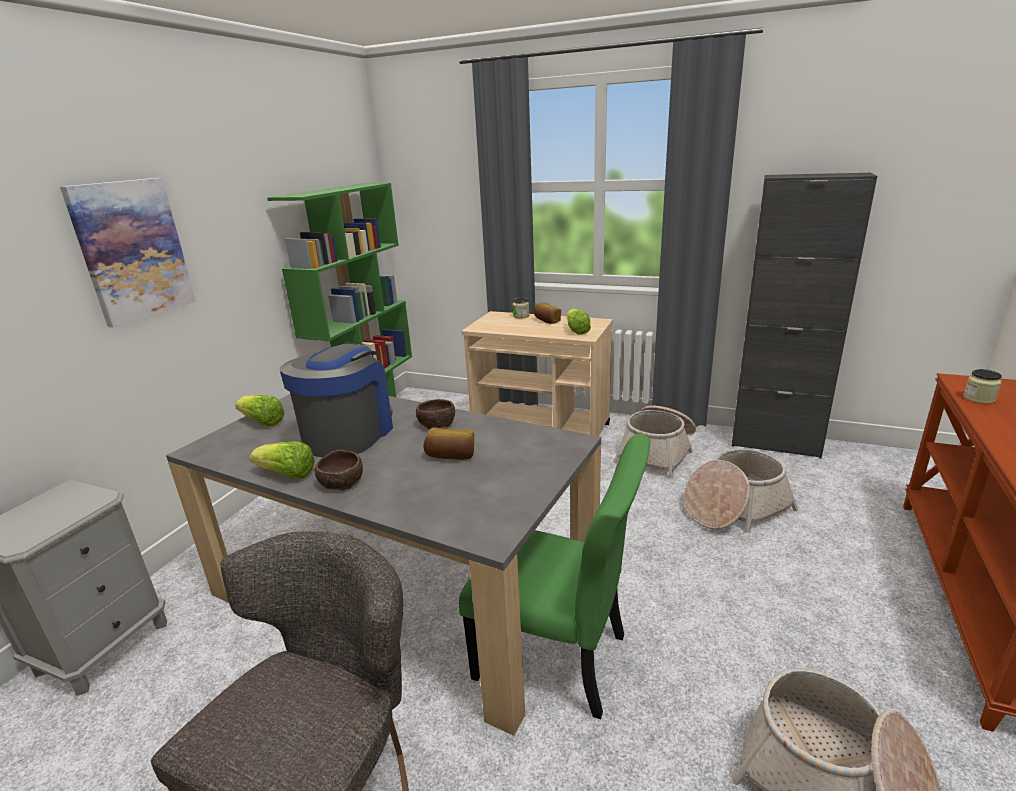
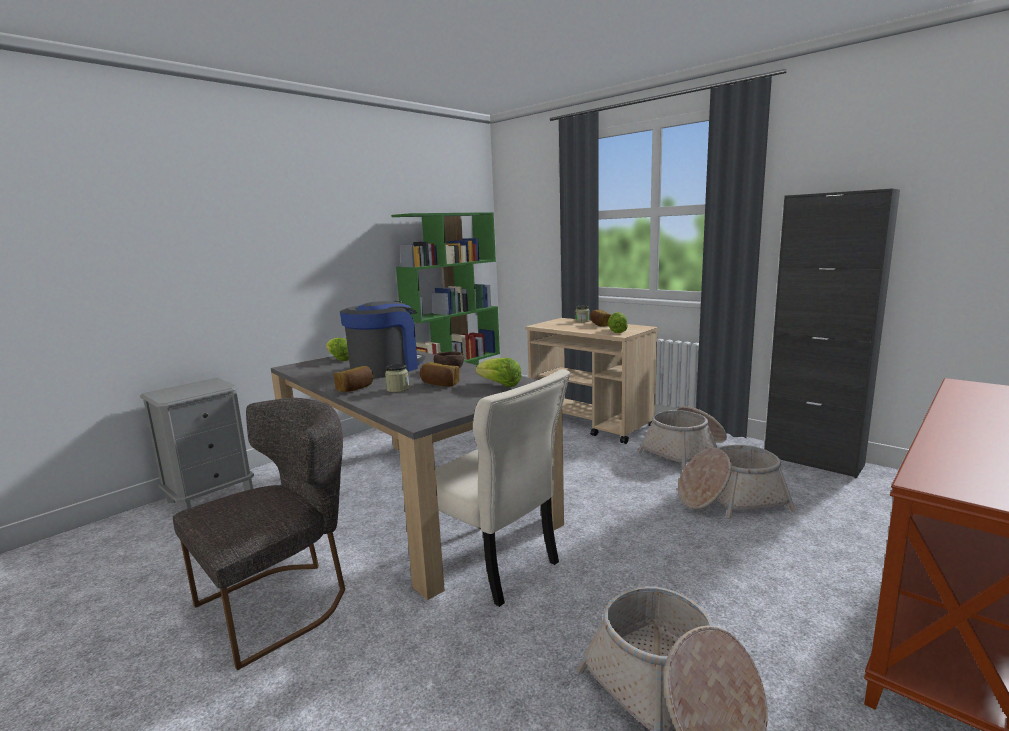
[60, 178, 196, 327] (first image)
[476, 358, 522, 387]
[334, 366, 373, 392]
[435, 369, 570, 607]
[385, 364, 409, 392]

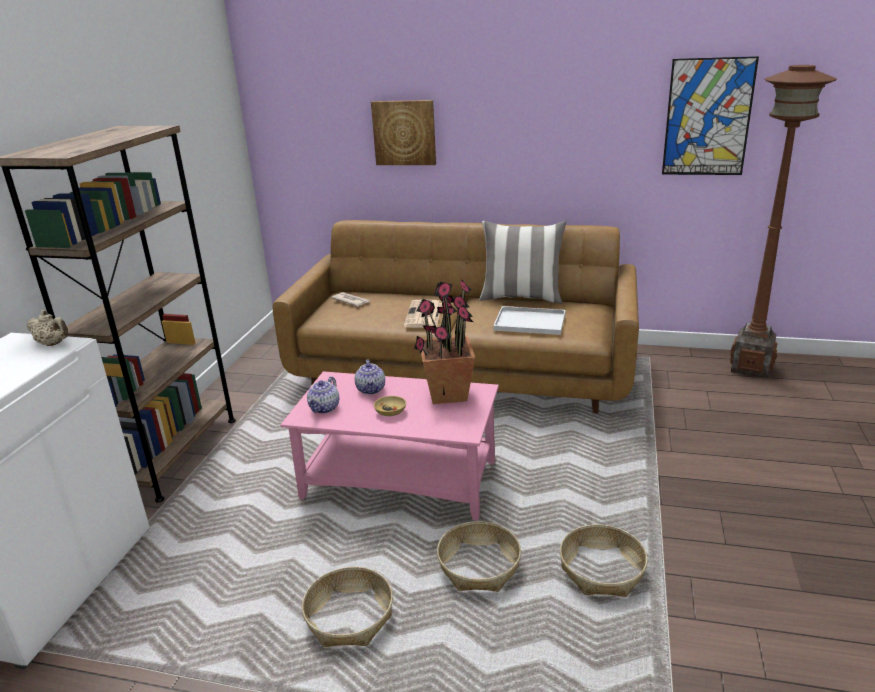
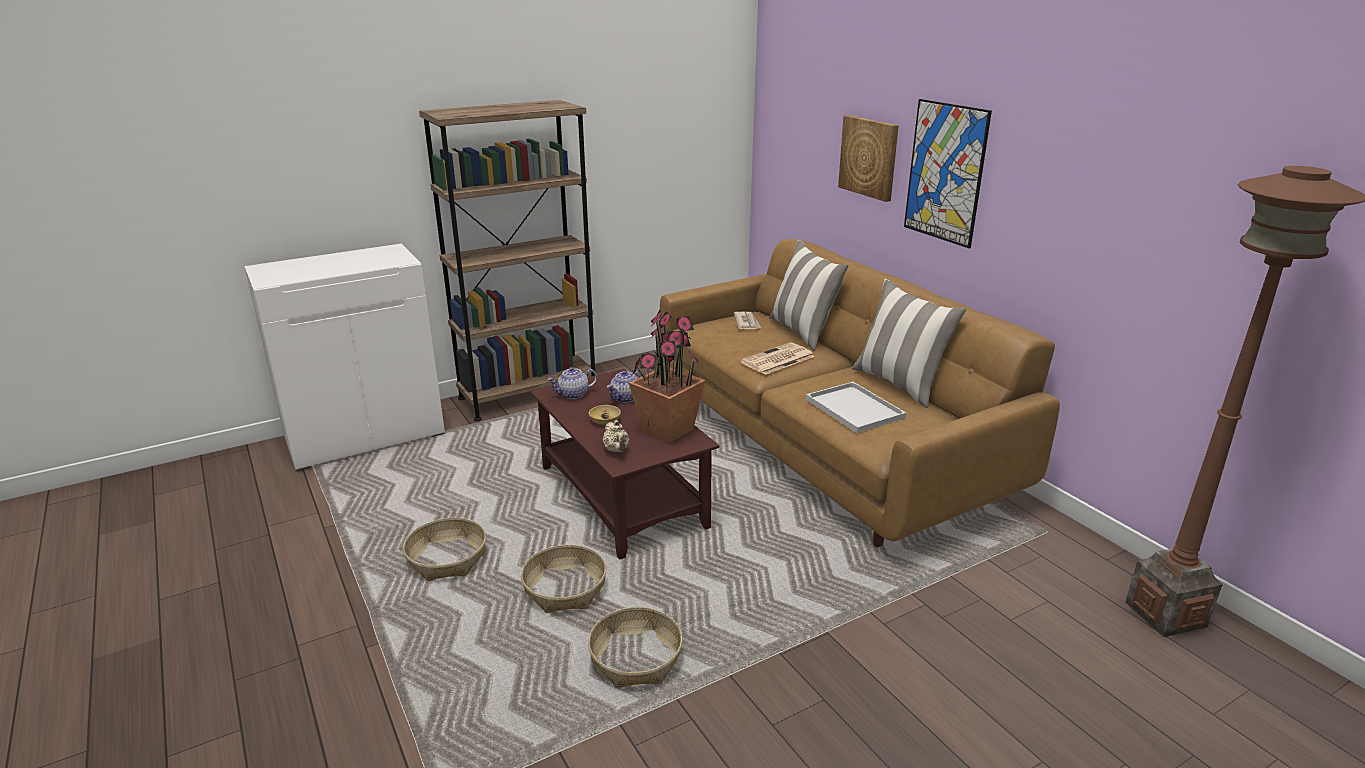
[603, 420, 629, 453]
[531, 369, 719, 560]
[904, 99, 992, 248]
[769, 240, 848, 351]

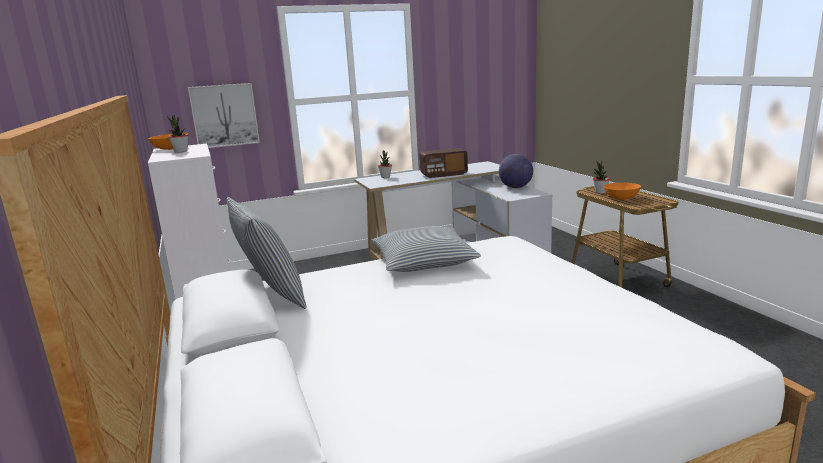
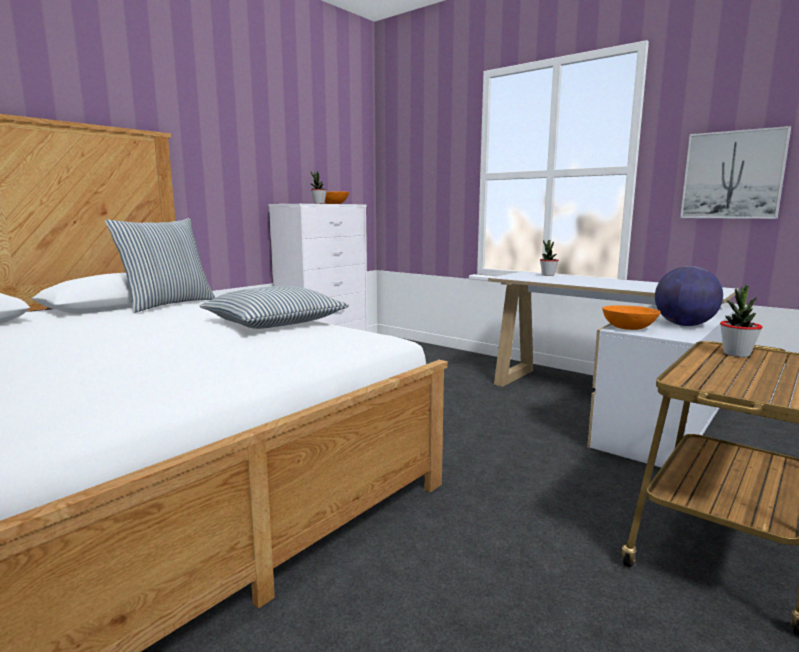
[680, 126, 791, 219]
[419, 148, 468, 178] (first image)
[602, 305, 661, 330]

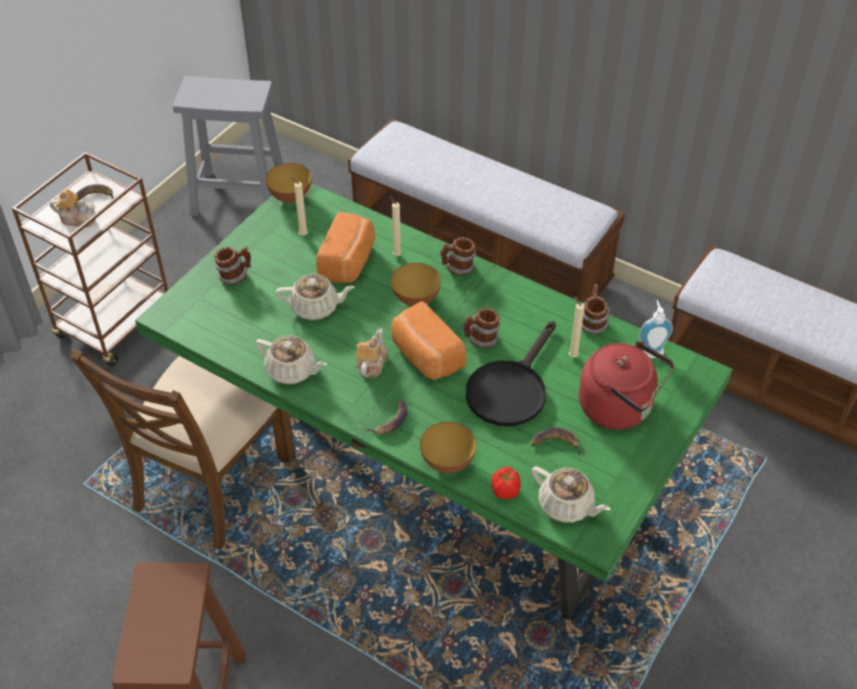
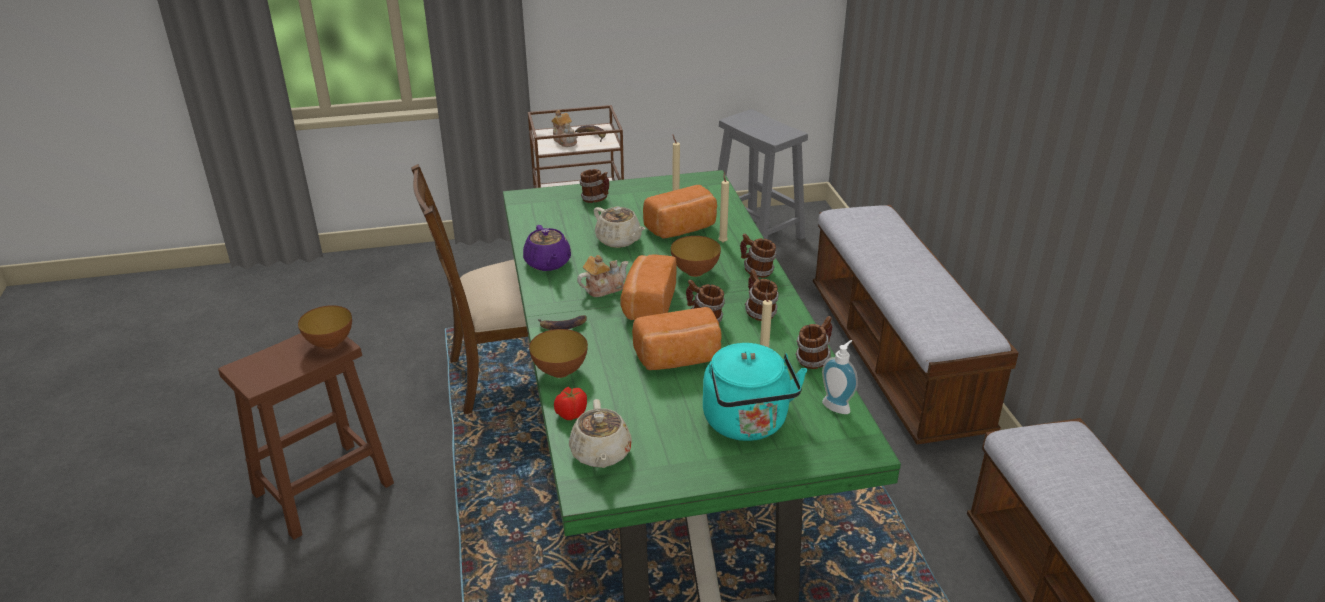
[523, 225, 571, 271]
[298, 305, 352, 349]
[632, 307, 722, 370]
[531, 428, 580, 456] (first image)
[703, 343, 807, 441]
[745, 269, 779, 321]

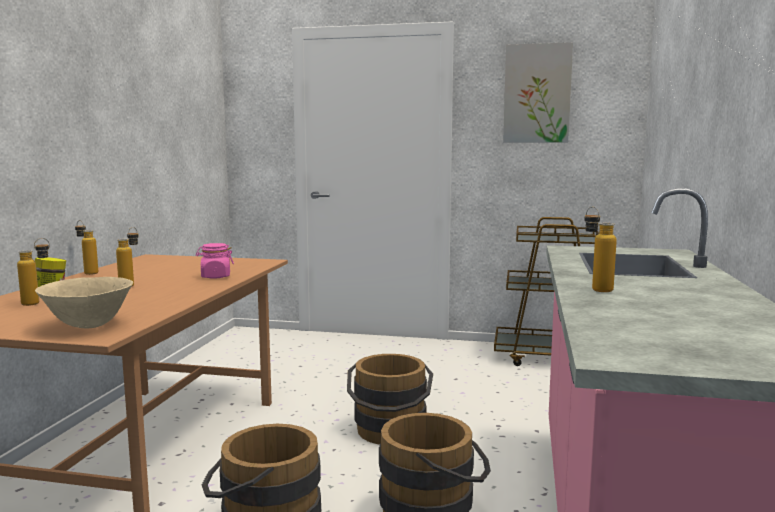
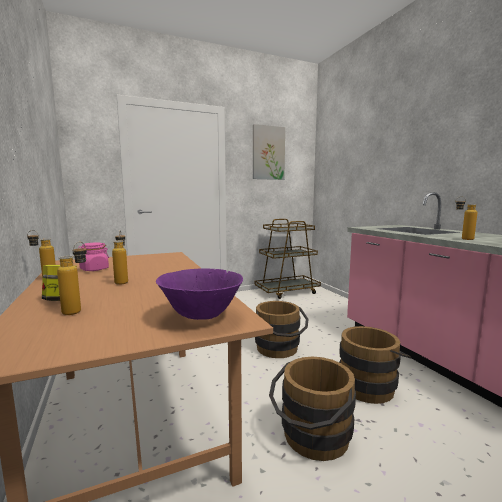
[156, 268, 243, 320]
[78, 243, 109, 271]

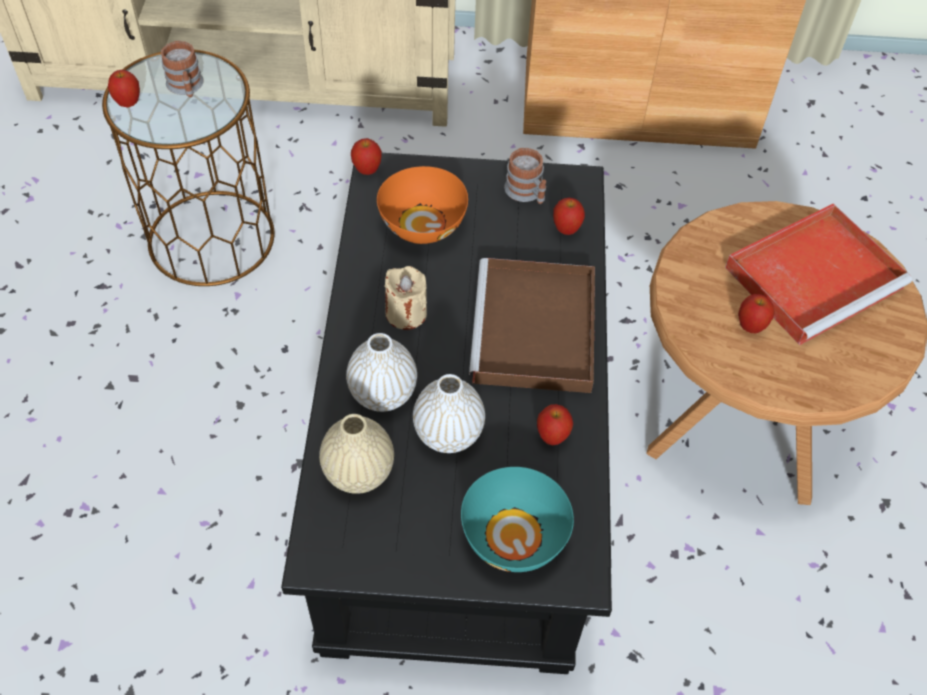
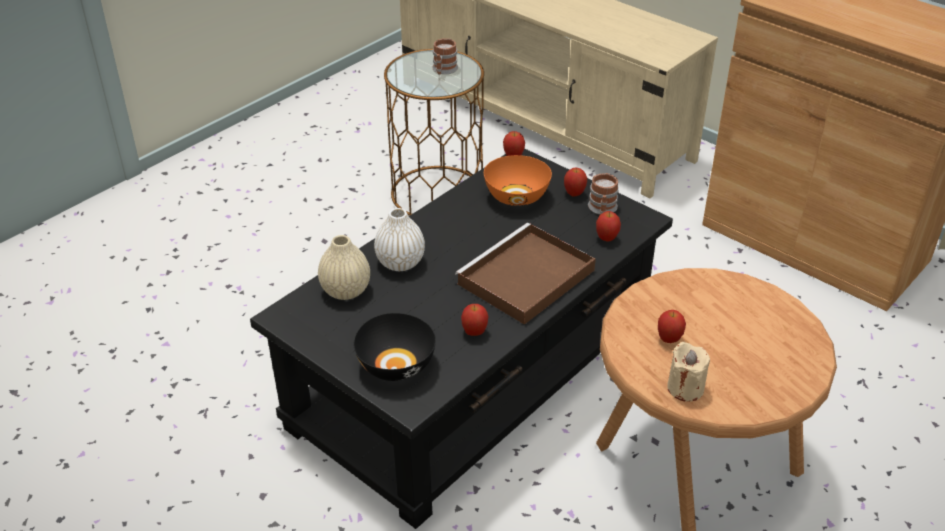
[564, 168, 587, 197]
[667, 342, 710, 402]
[413, 374, 485, 453] (first image)
[354, 313, 436, 381]
[725, 204, 912, 345] (first image)

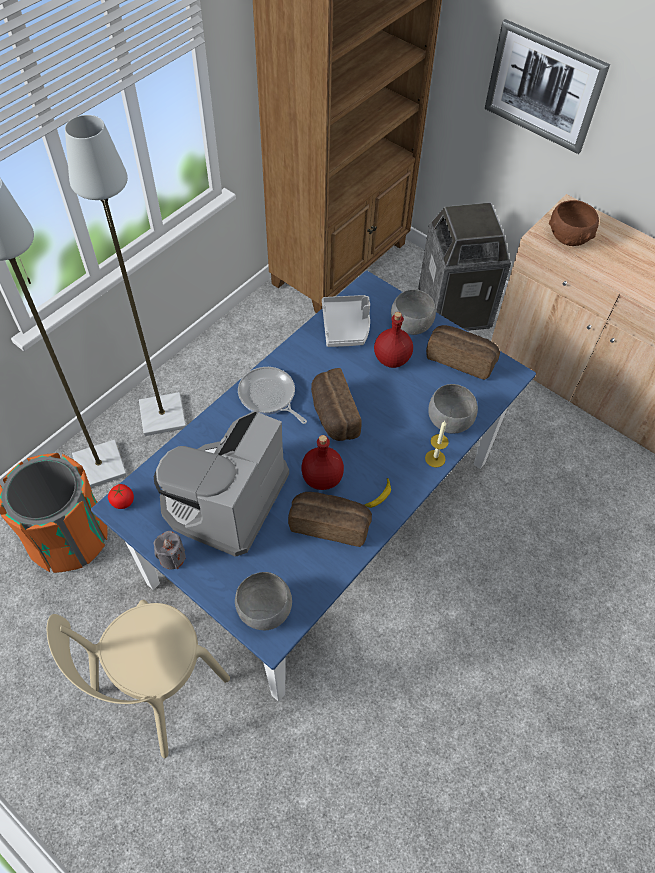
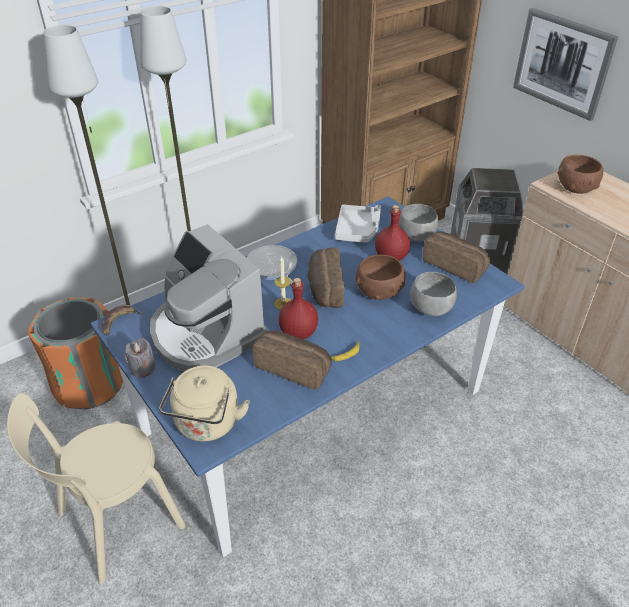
[102, 305, 143, 335]
[150, 224, 266, 371]
[159, 366, 250, 442]
[274, 255, 291, 310]
[356, 255, 405, 300]

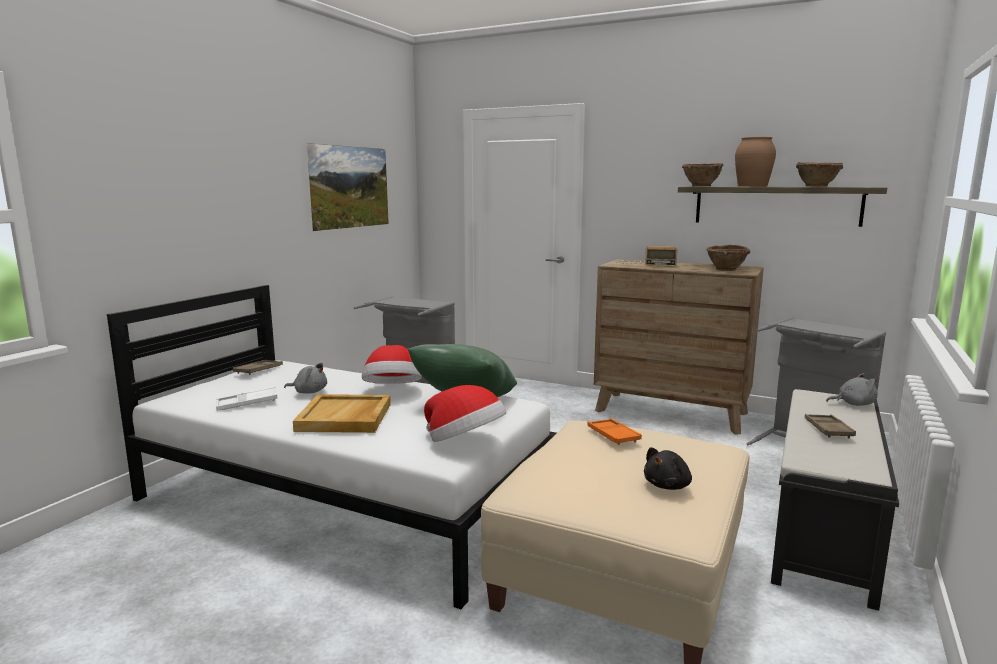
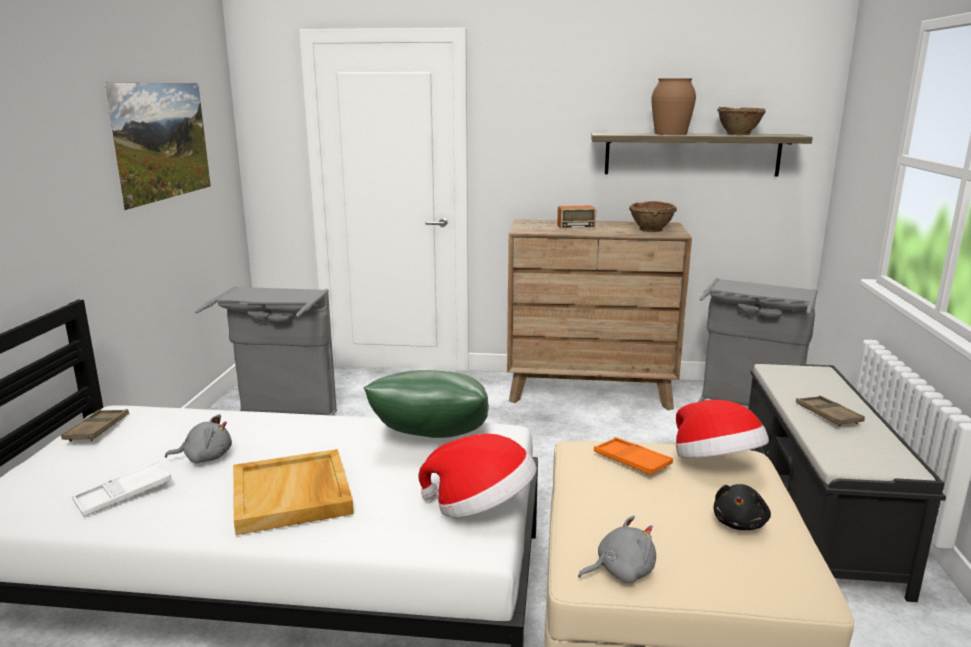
[676, 400, 769, 458]
[682, 163, 724, 186] (first image)
[578, 515, 656, 583]

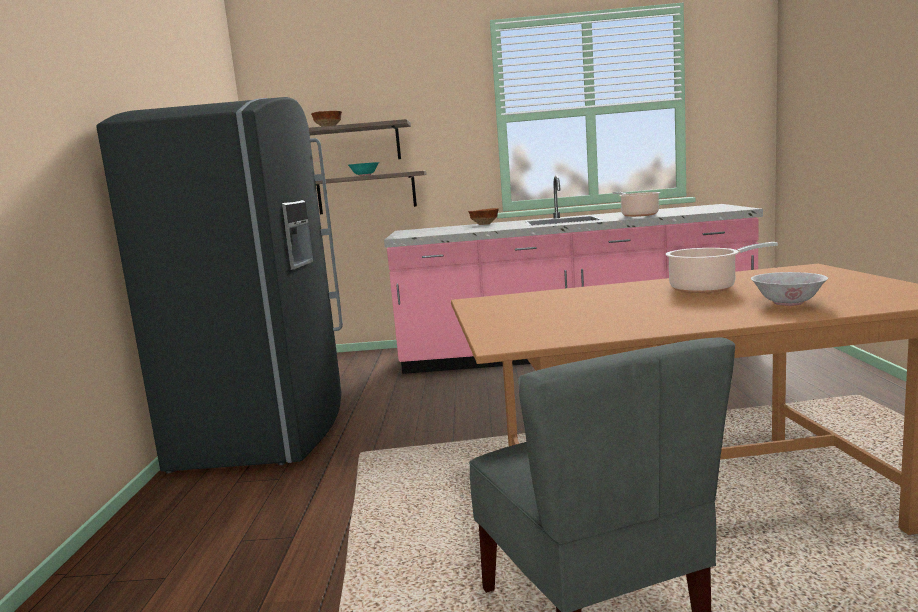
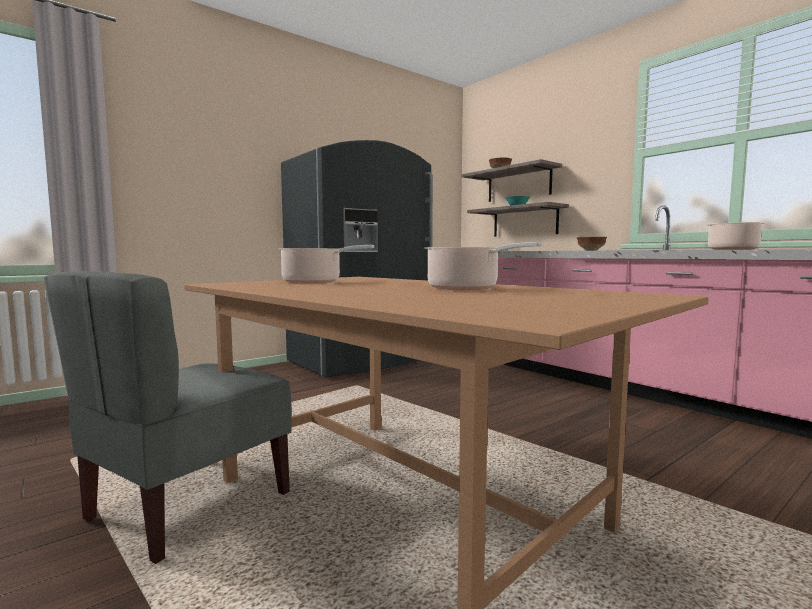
[751, 272, 828, 306] (first image)
[278, 245, 374, 284]

